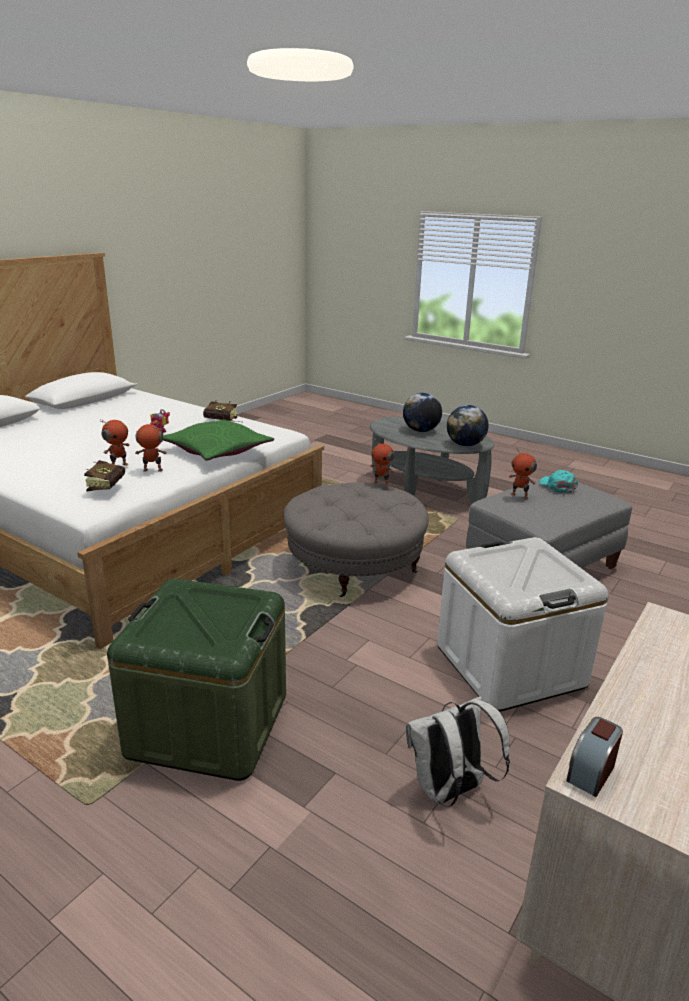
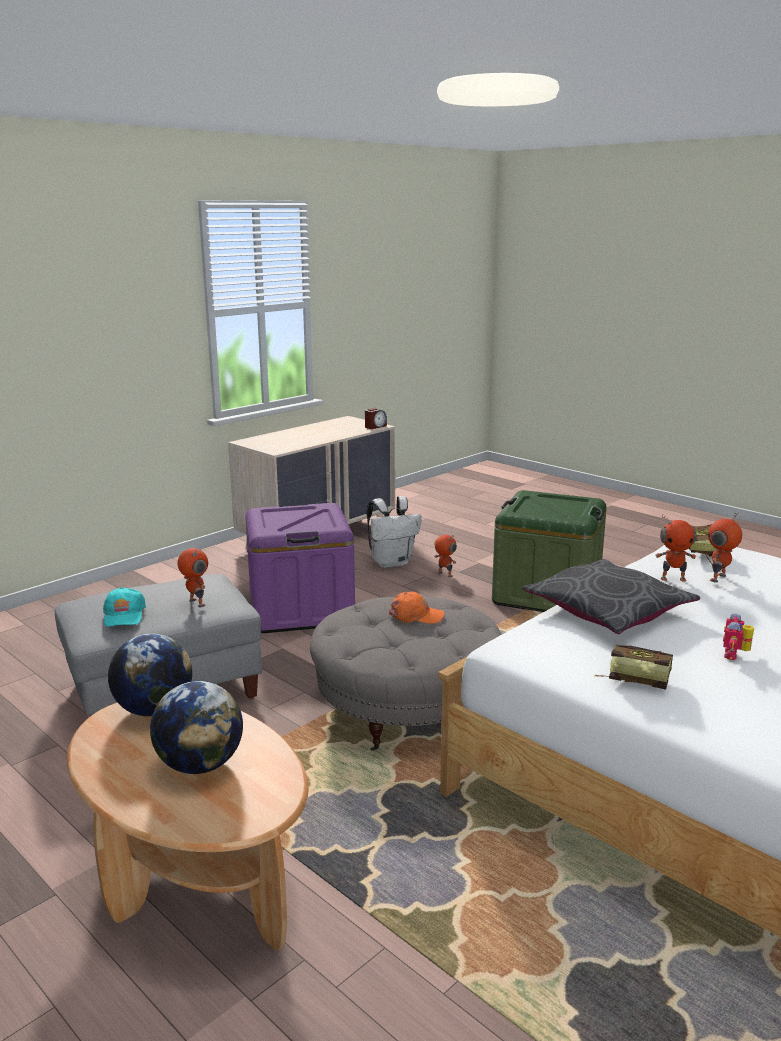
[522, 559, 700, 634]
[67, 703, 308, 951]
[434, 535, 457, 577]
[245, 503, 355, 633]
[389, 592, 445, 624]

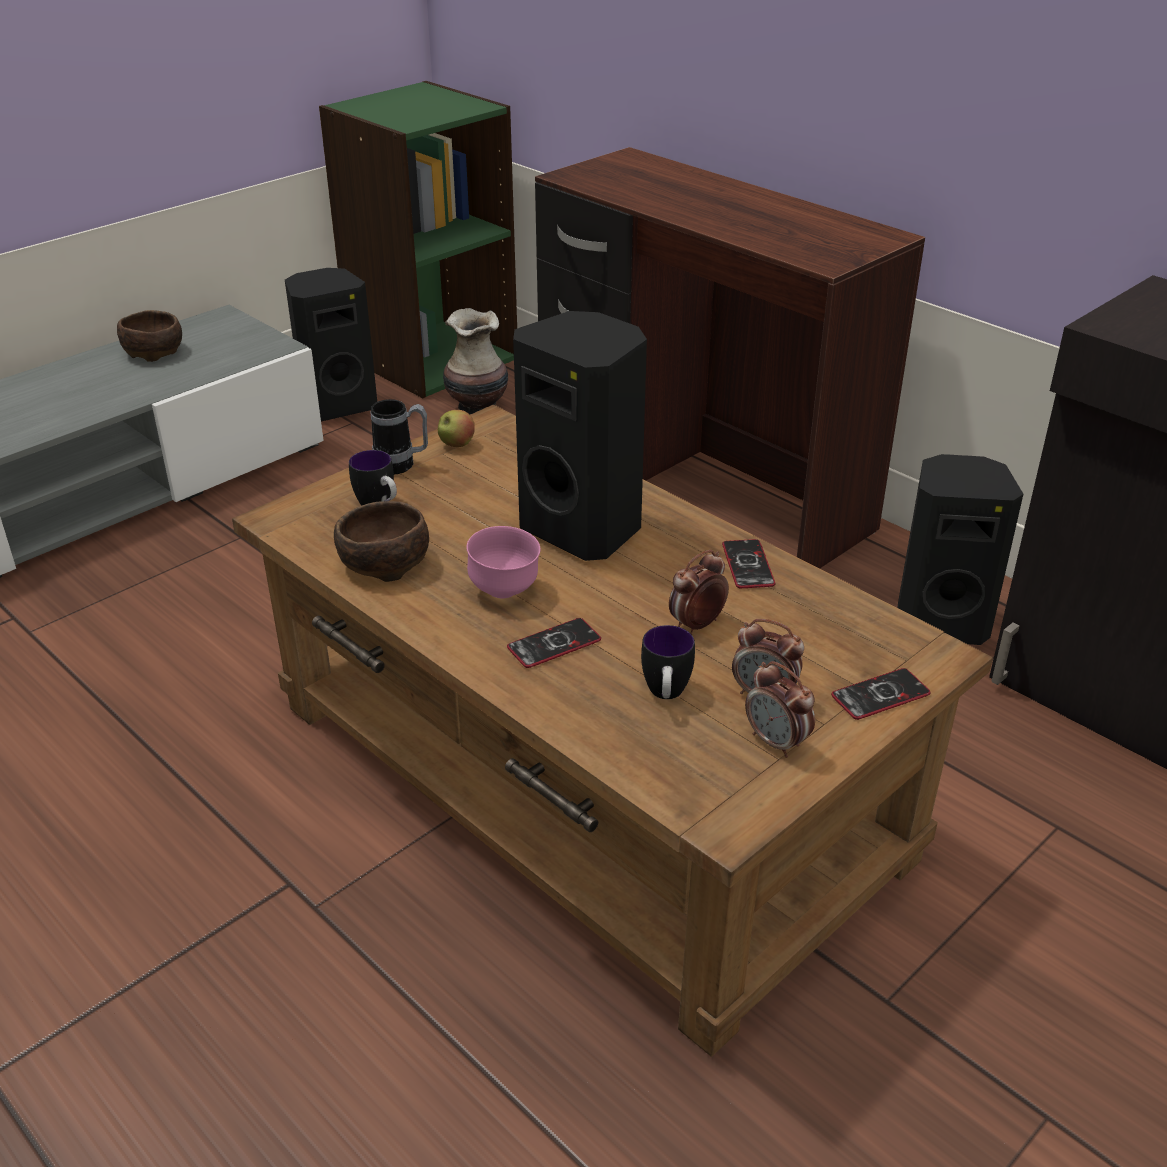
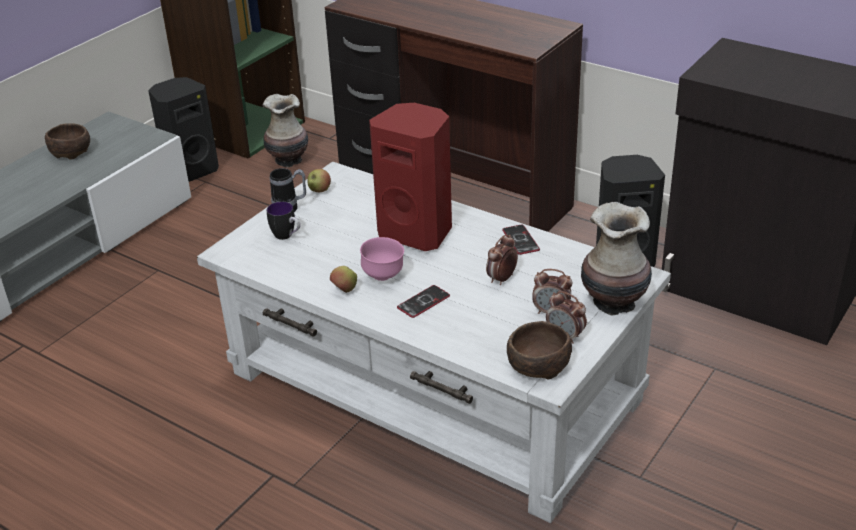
[197, 162, 671, 523]
[507, 321, 572, 380]
[369, 103, 452, 251]
[641, 625, 695, 699] (first image)
[581, 202, 652, 315]
[330, 266, 357, 293]

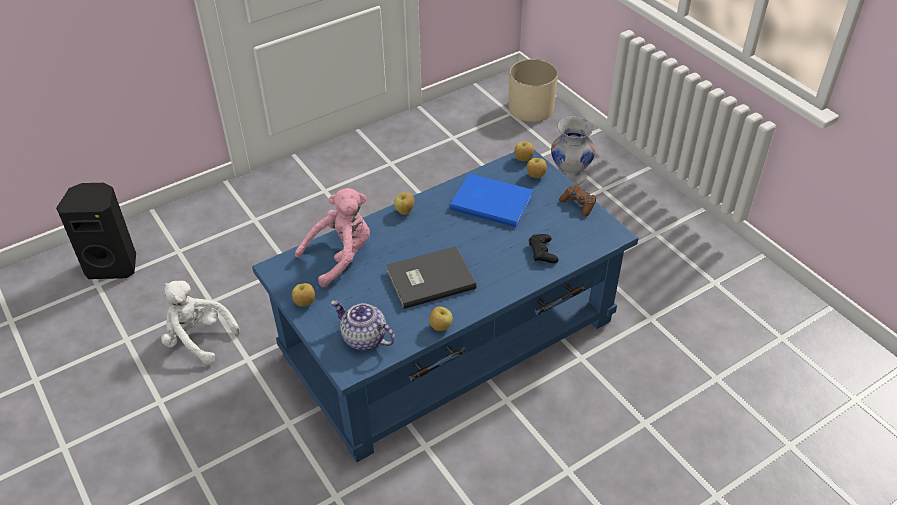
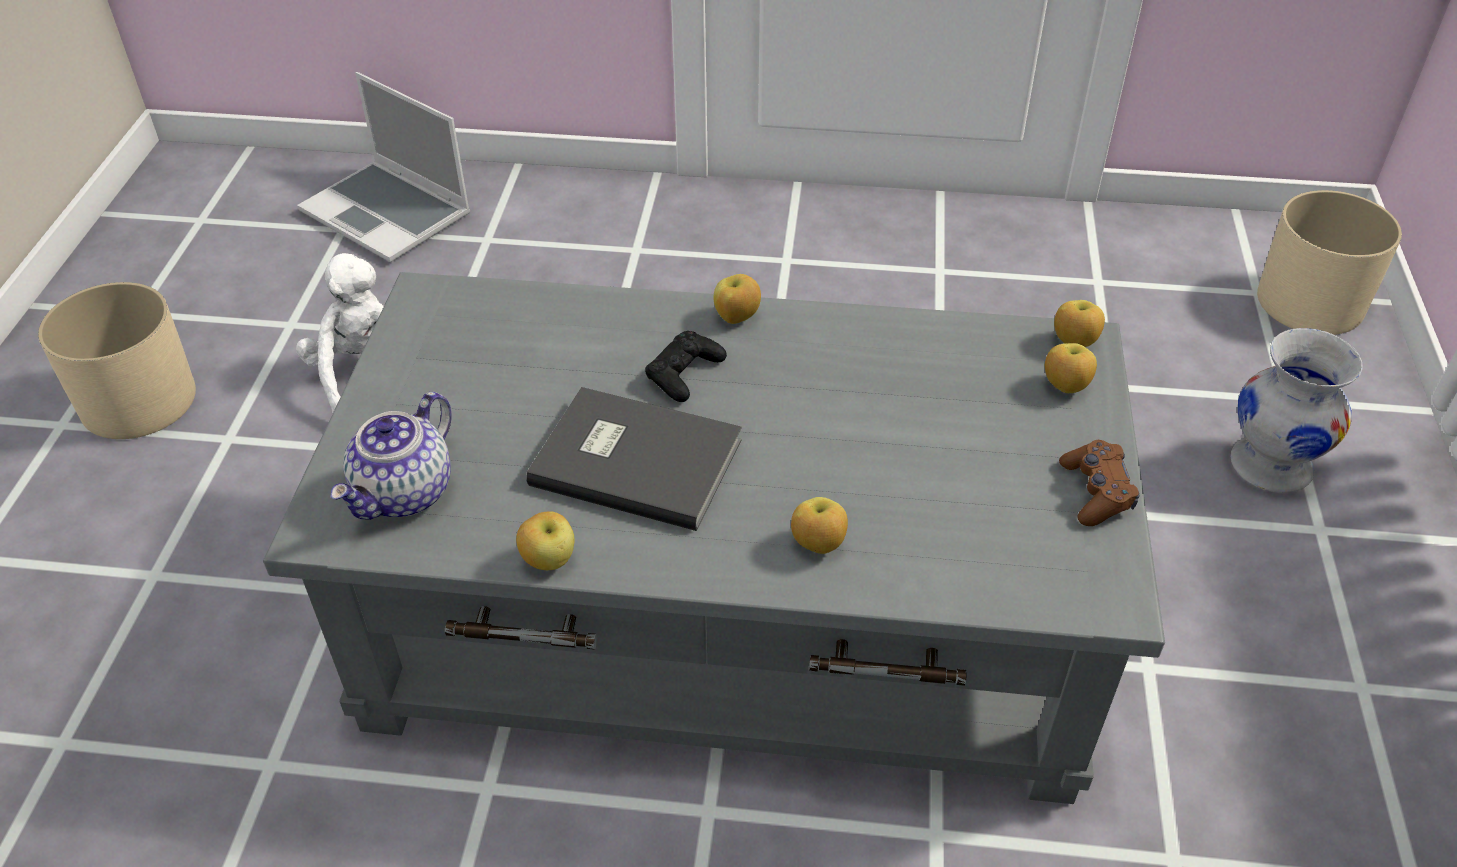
[297, 72, 470, 263]
[263, 272, 1165, 804]
[791, 497, 848, 554]
[295, 188, 370, 287] (first image)
[330, 392, 452, 520]
[450, 173, 533, 227] (first image)
[645, 331, 727, 402]
[38, 282, 196, 439]

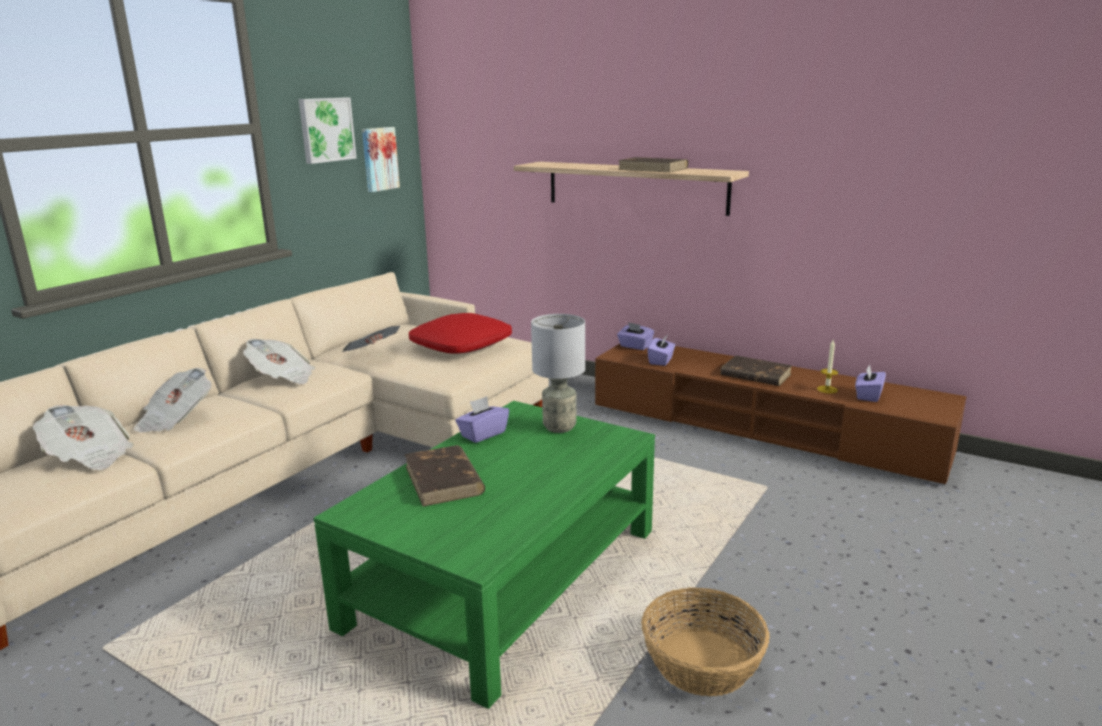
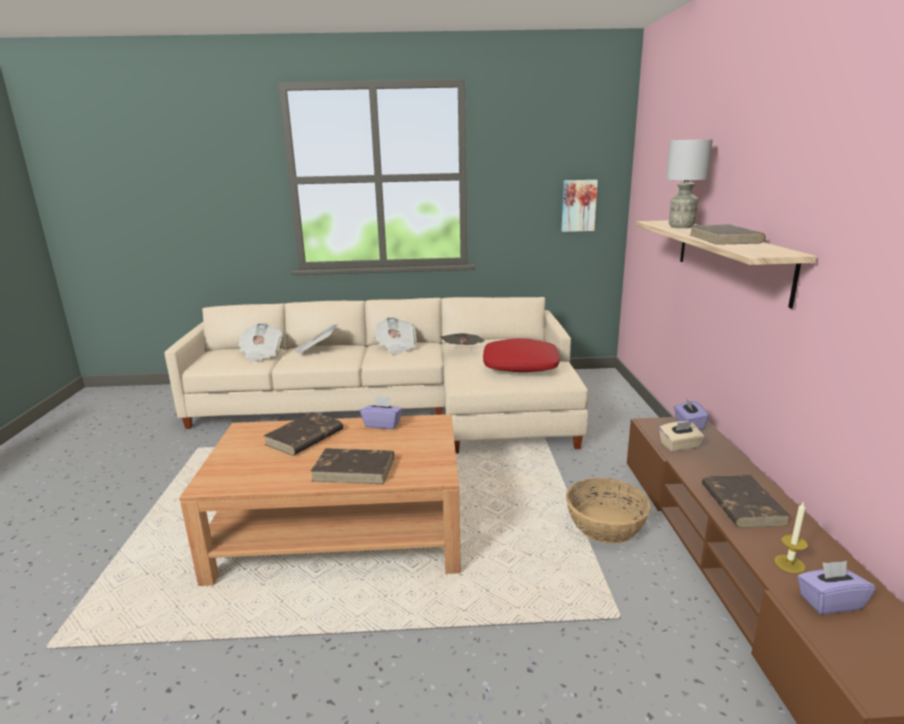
[299, 97, 356, 164] (first image)
[179, 414, 461, 586]
[666, 139, 713, 228]
[566, 478, 651, 543]
[659, 421, 704, 452]
[310, 448, 394, 484]

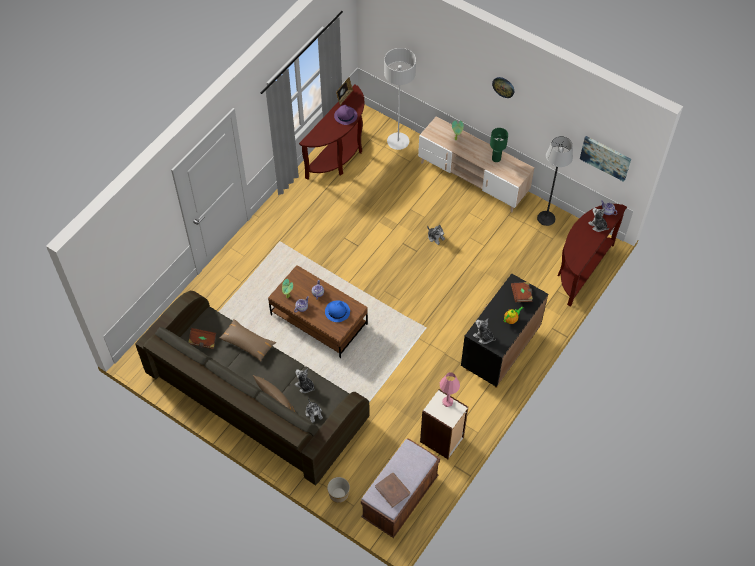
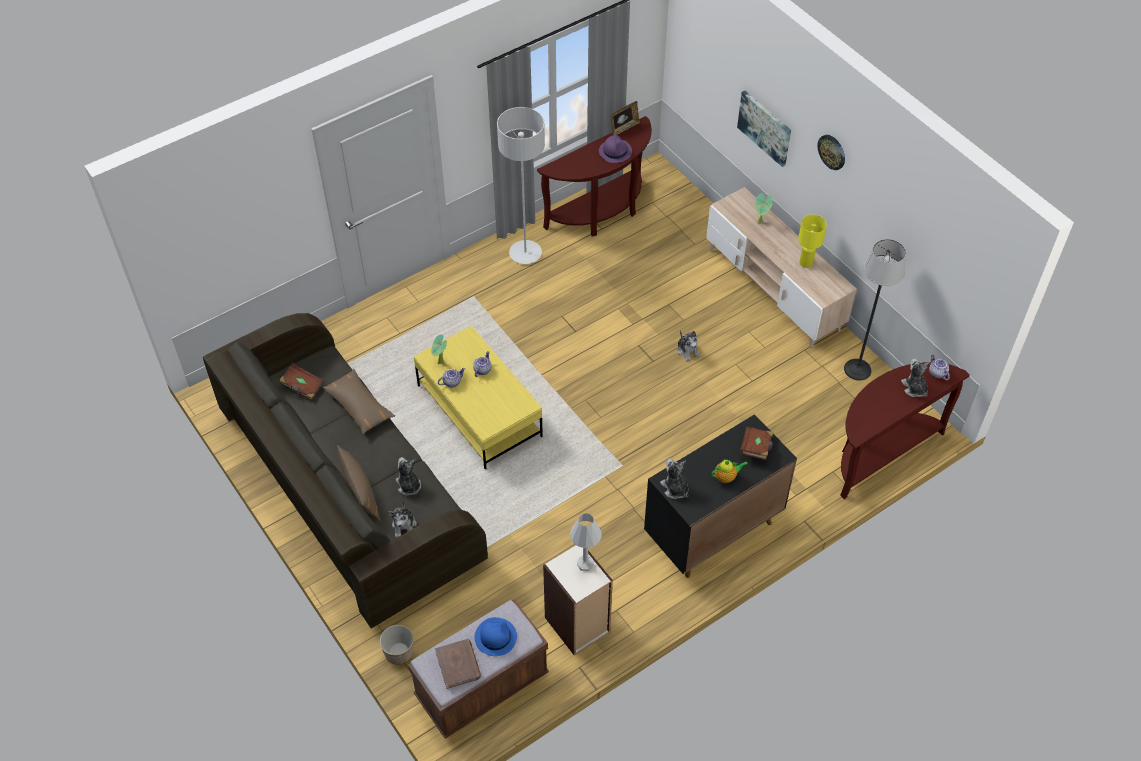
[414, 326, 543, 469]
[475, 617, 517, 656]
[497, 107, 545, 264]
[570, 513, 602, 571]
[798, 214, 827, 268]
[737, 91, 791, 167]

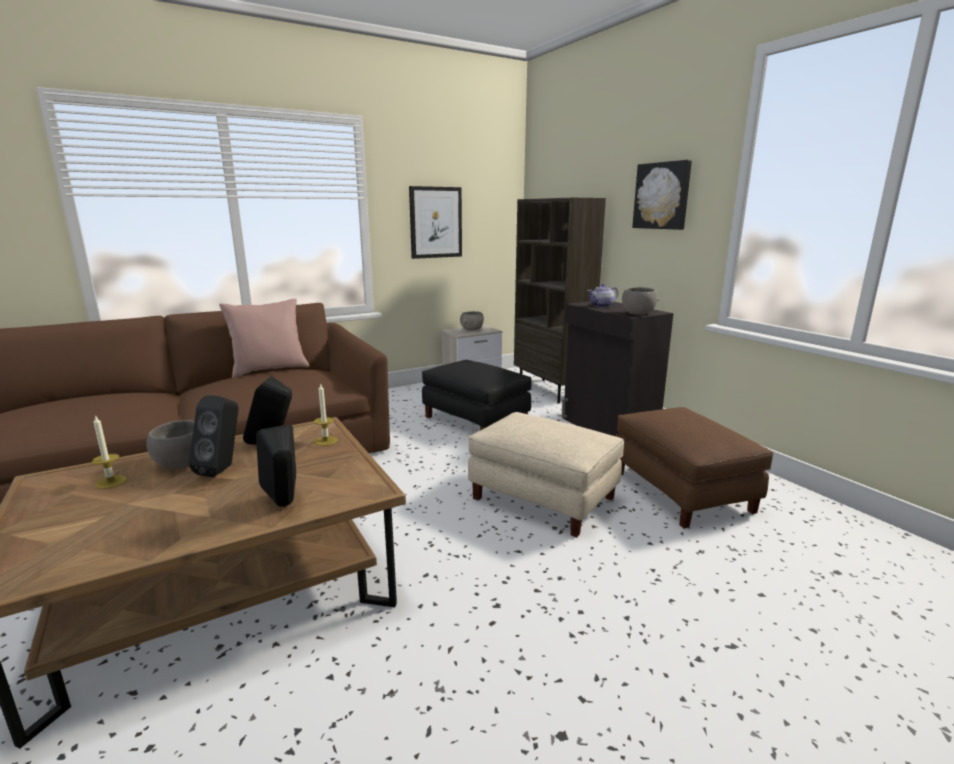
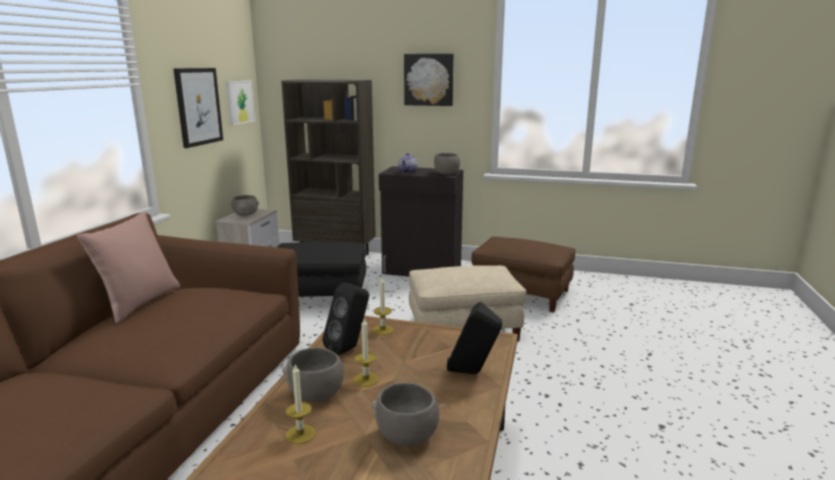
[353, 319, 379, 387]
[226, 80, 255, 125]
[372, 383, 439, 447]

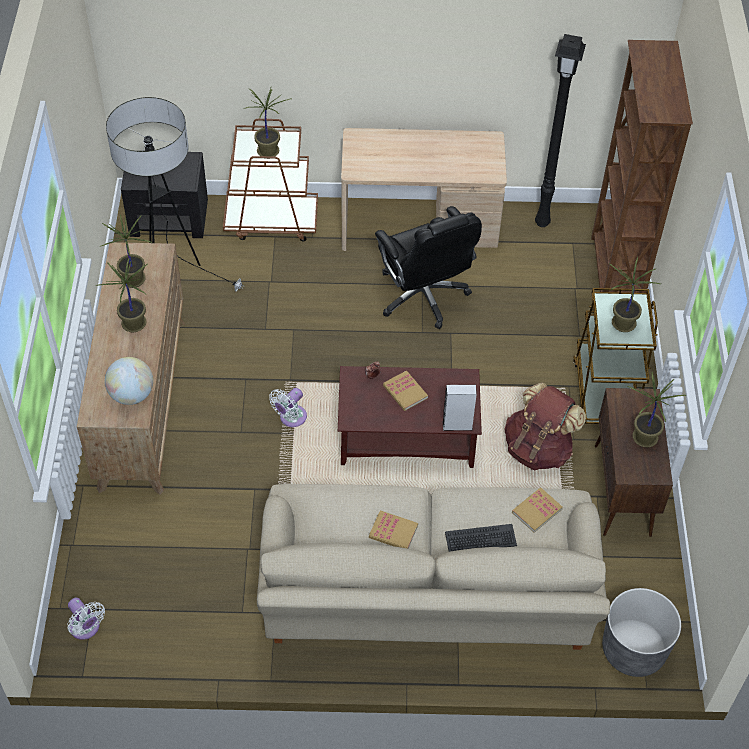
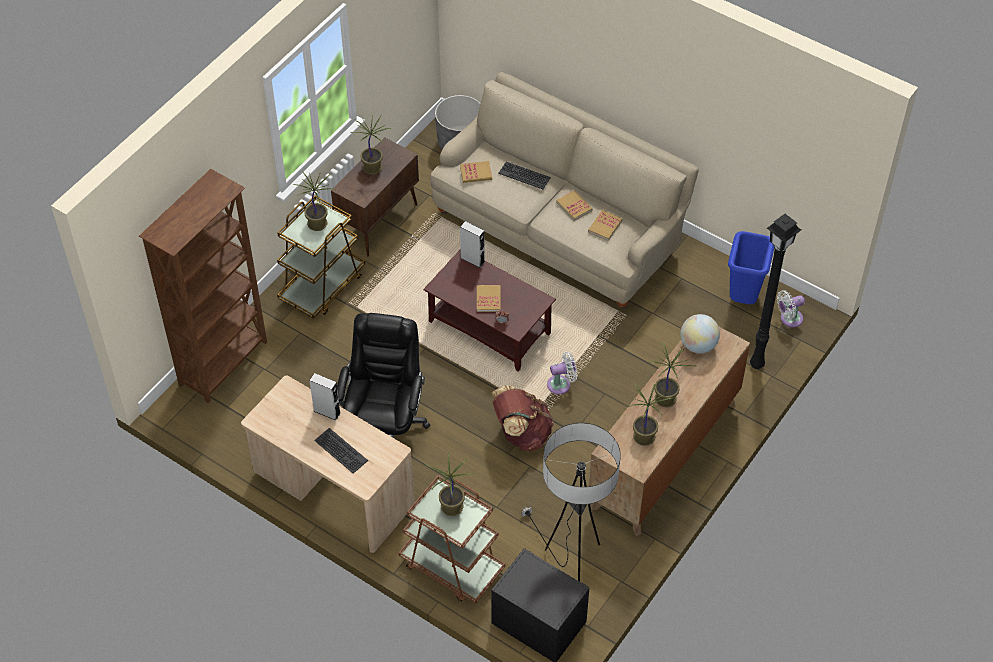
[777, 290, 805, 327]
[492, 385, 554, 451]
[750, 214, 801, 369]
[309, 373, 341, 420]
[314, 428, 368, 474]
[588, 210, 623, 241]
[728, 231, 774, 304]

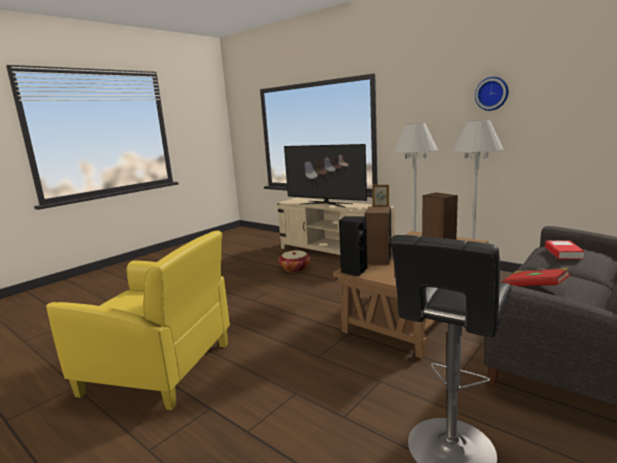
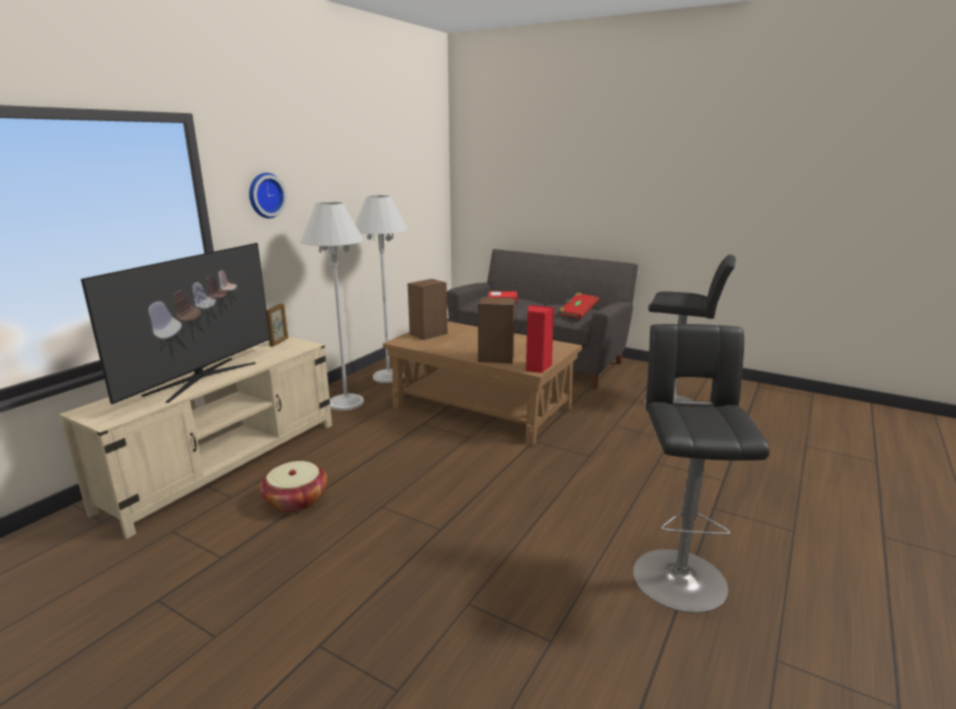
[633, 324, 769, 613]
[526, 305, 554, 373]
[249, 173, 287, 218]

